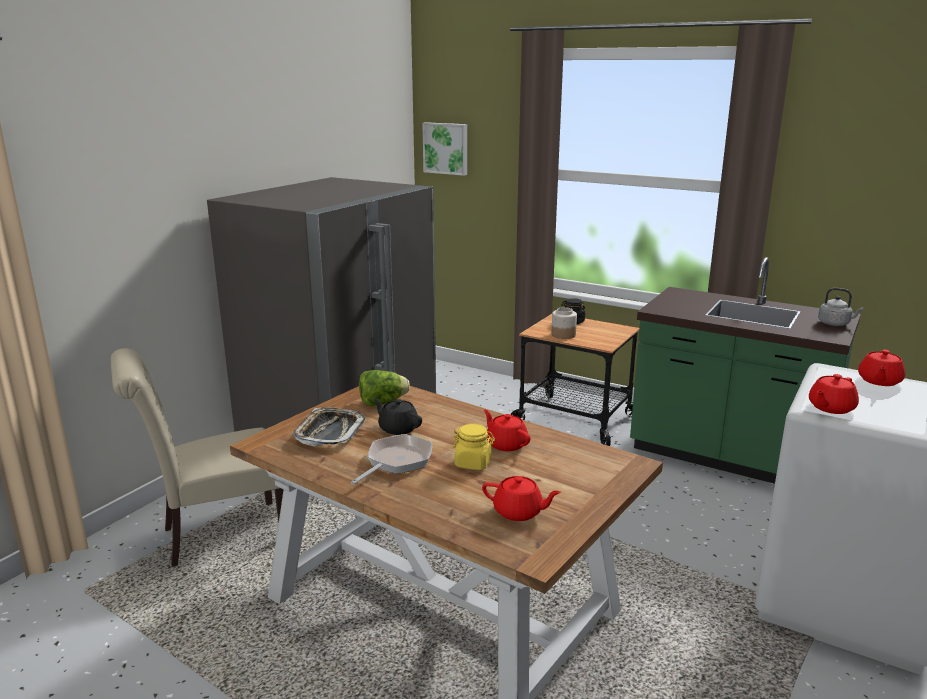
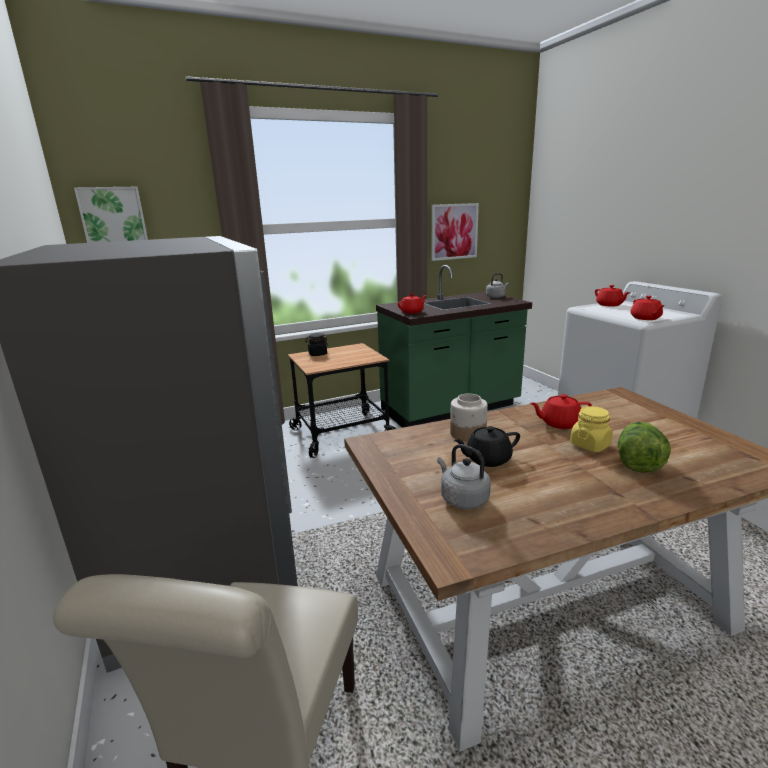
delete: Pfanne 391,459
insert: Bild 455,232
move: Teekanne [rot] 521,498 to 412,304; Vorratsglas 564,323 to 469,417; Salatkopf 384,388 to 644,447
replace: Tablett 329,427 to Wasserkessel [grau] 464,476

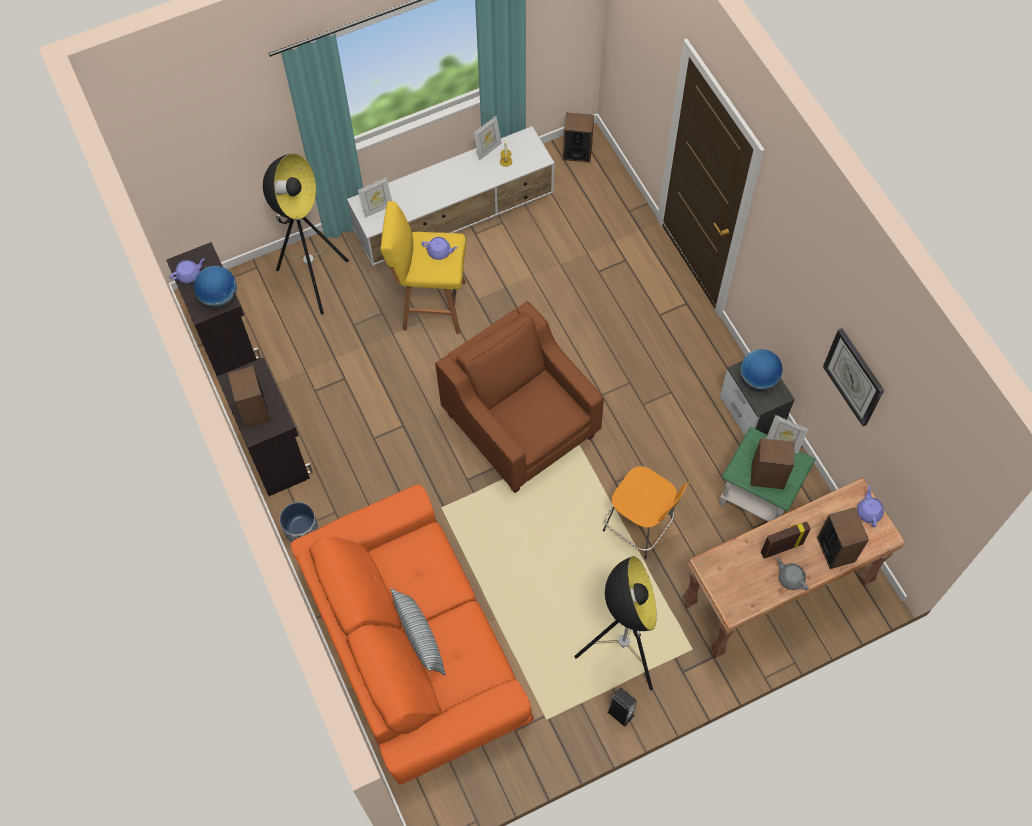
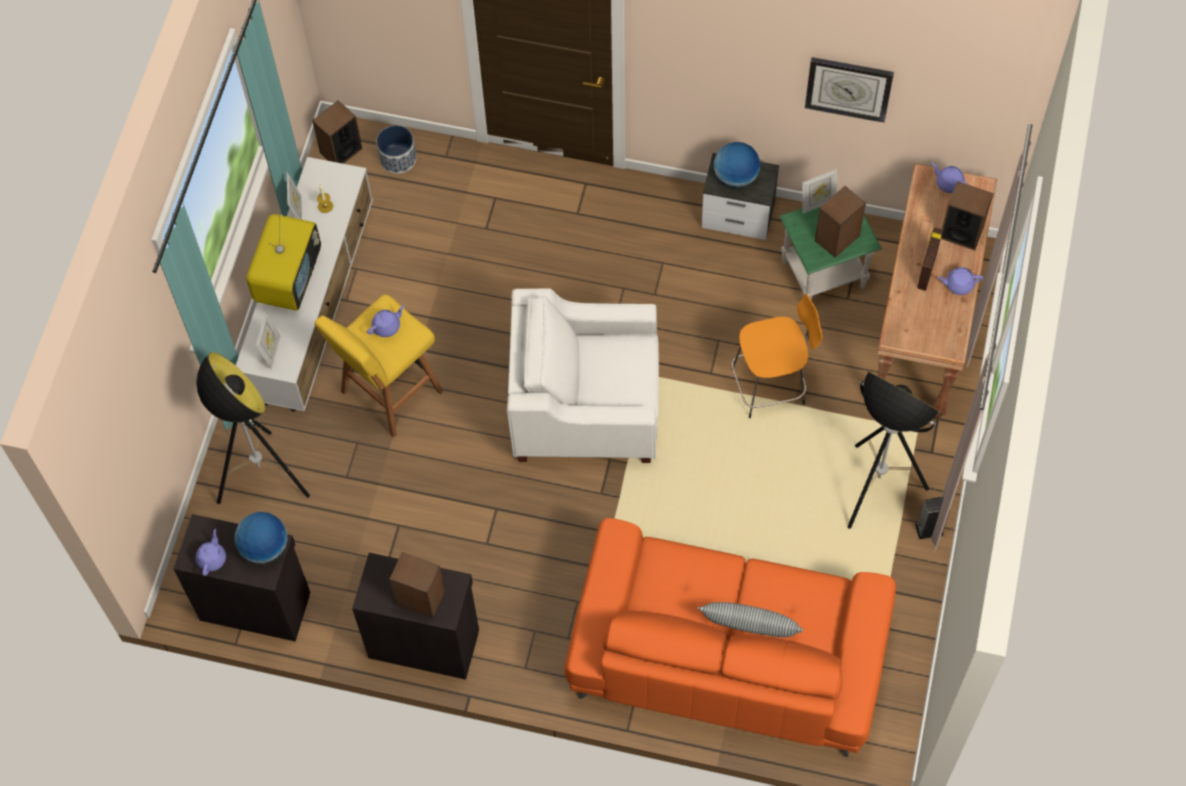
insert: Fernseher 283,262
move: Pflanzkübel 299,522 to 396,149
recolor: Sessel [braun] 519,397 to Sessel [weiß] 583,376; Teekanne [grau] 793,573 to Teekanne [lila] 960,281

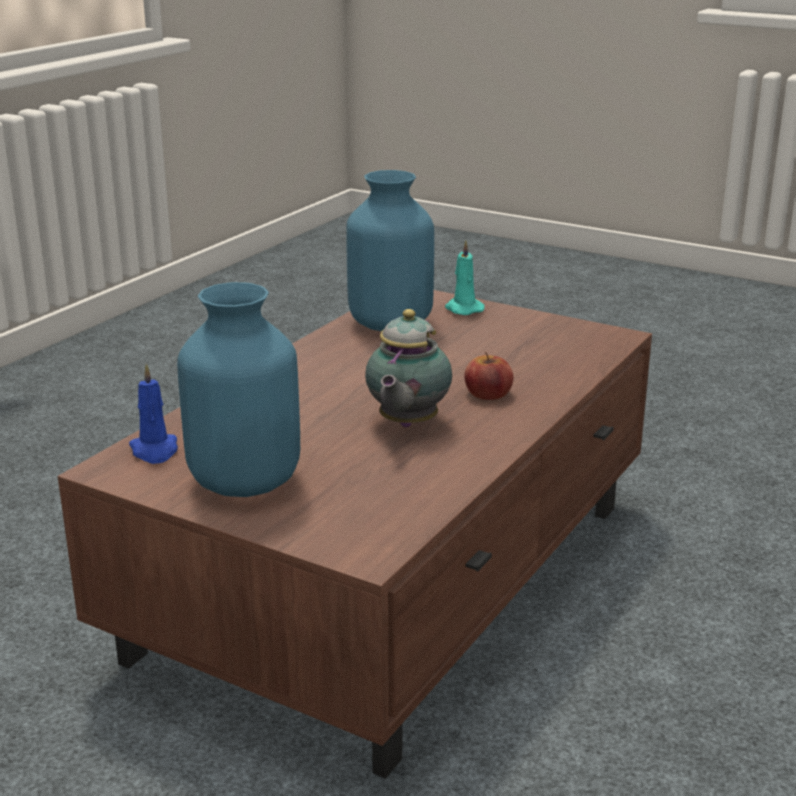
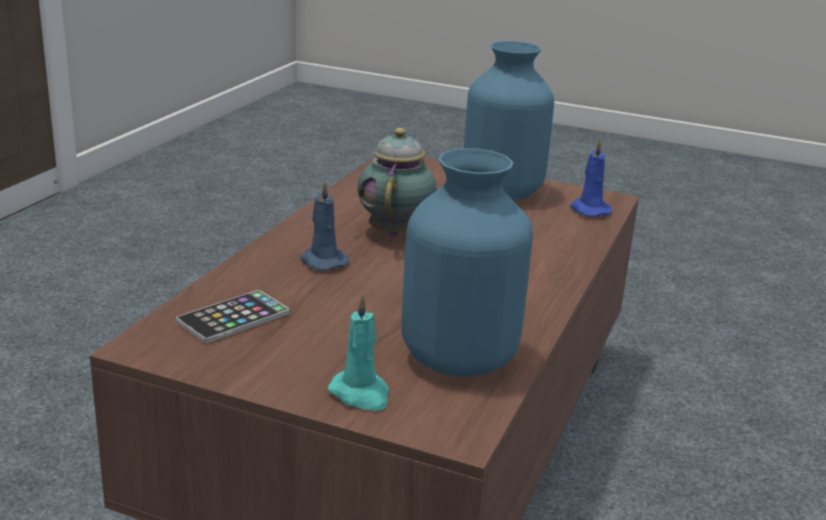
insert: Handy 232,316
replace: Apfel 488,376 to Kerze [blau] 324,226

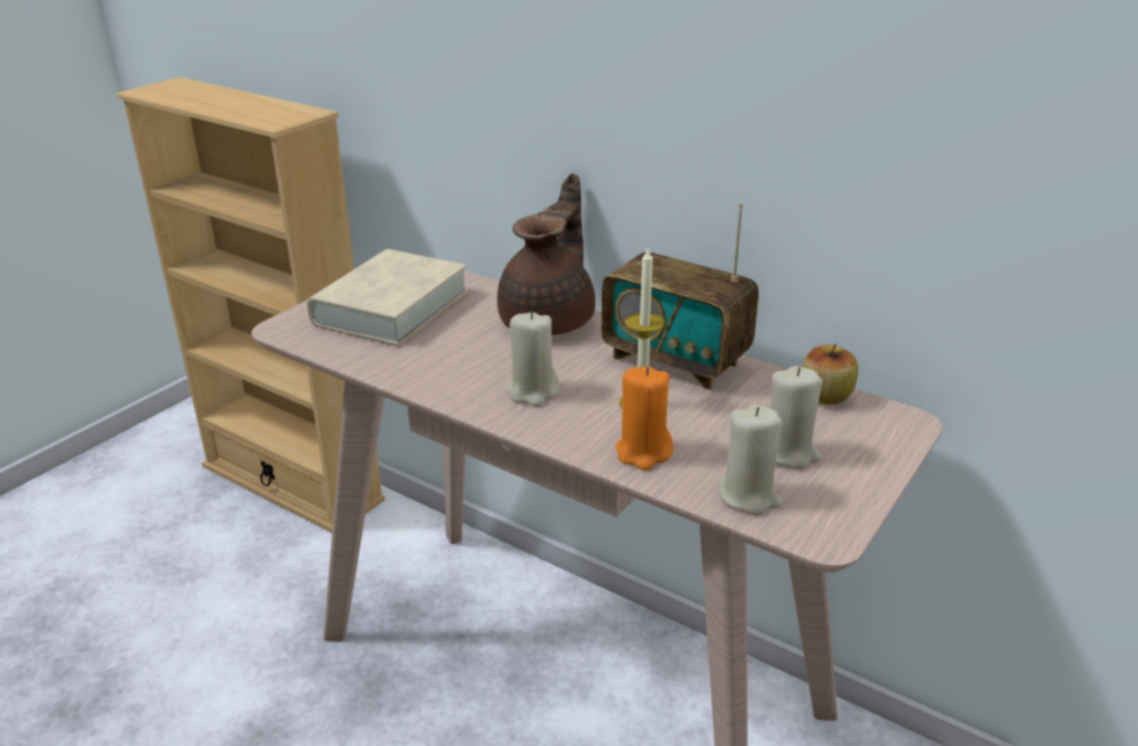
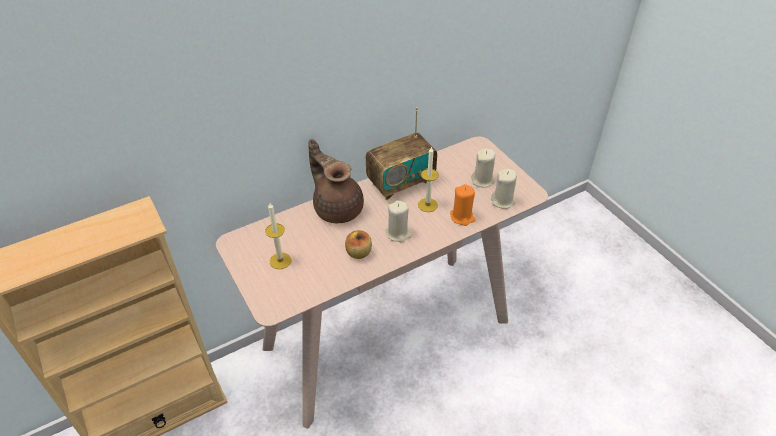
move: Apfel 830,374 to 358,244
replace: Buch [beige] 387,297 to Kerze 278,236

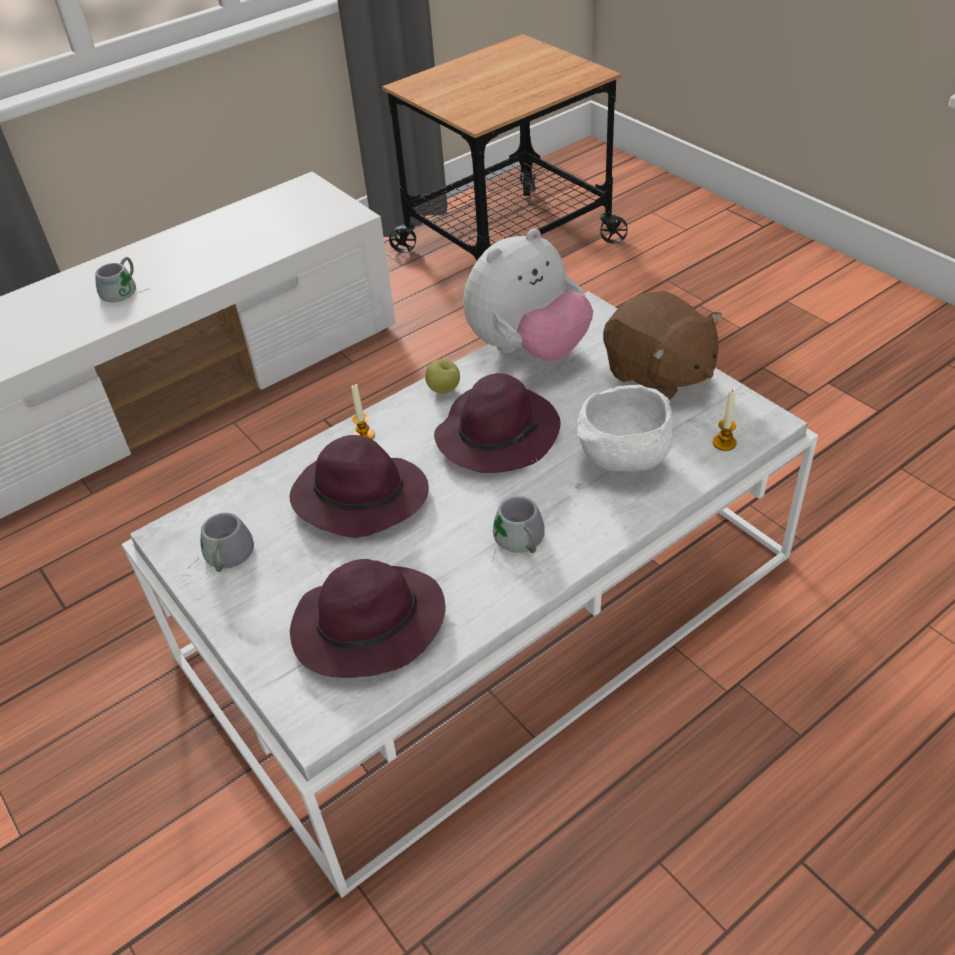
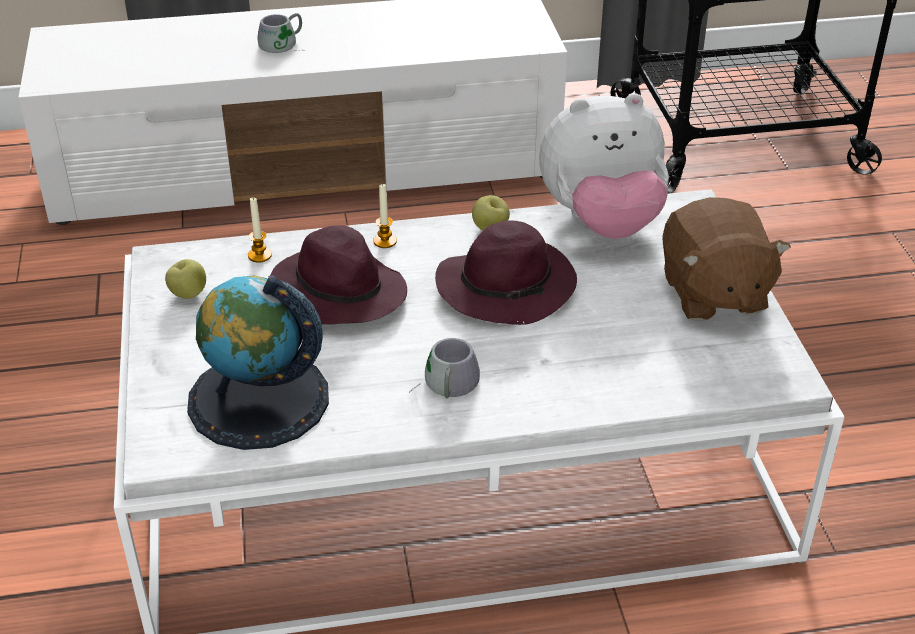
delete: Schüssel [weiß] 625,427
move: Kerze 725,420 to 260,230
replace: Henkelbecher [grau] 221,542 to Apfel 185,279; Hut [lila] 368,618 to Globus 258,362

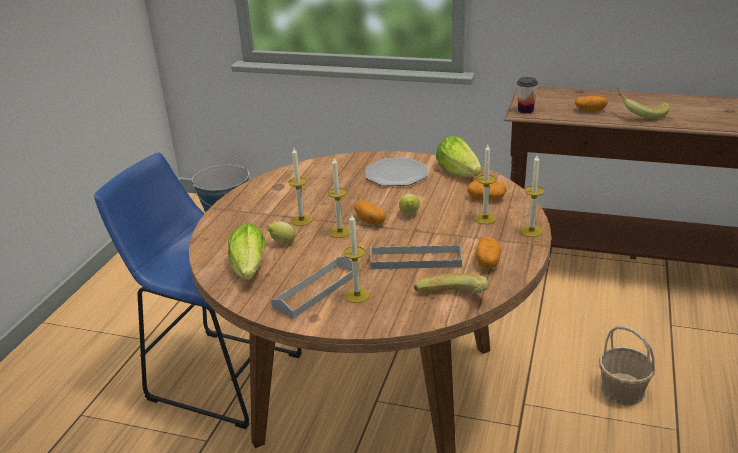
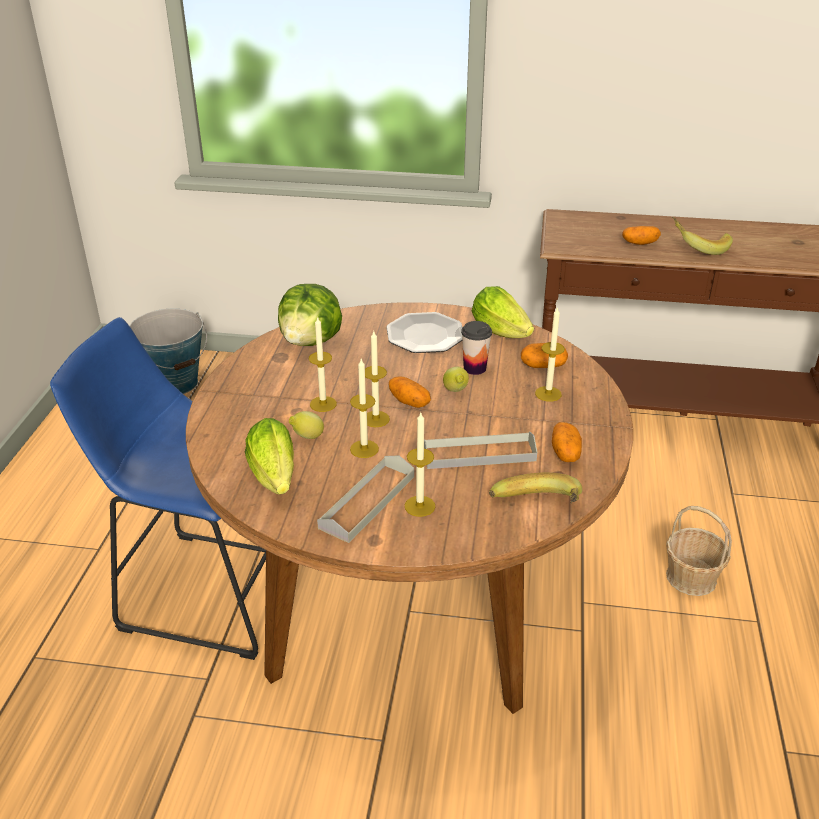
insert: Salatkopf 310,315
move: Kerze 532,196 to 364,408; Tasse 527,95 to 476,348

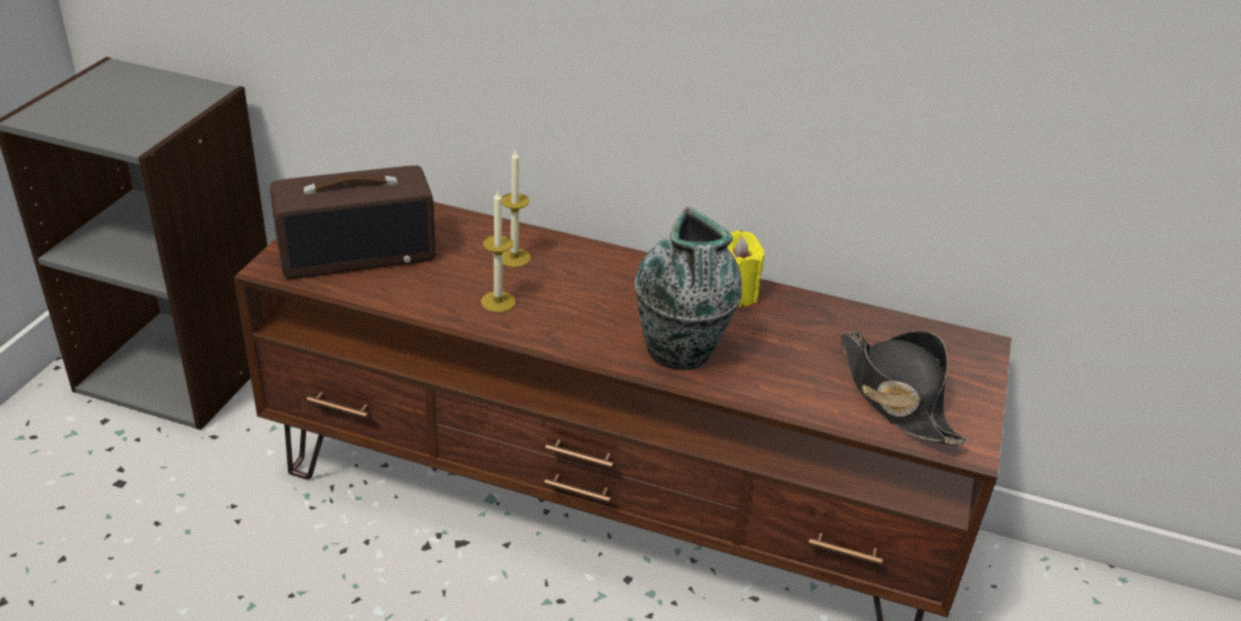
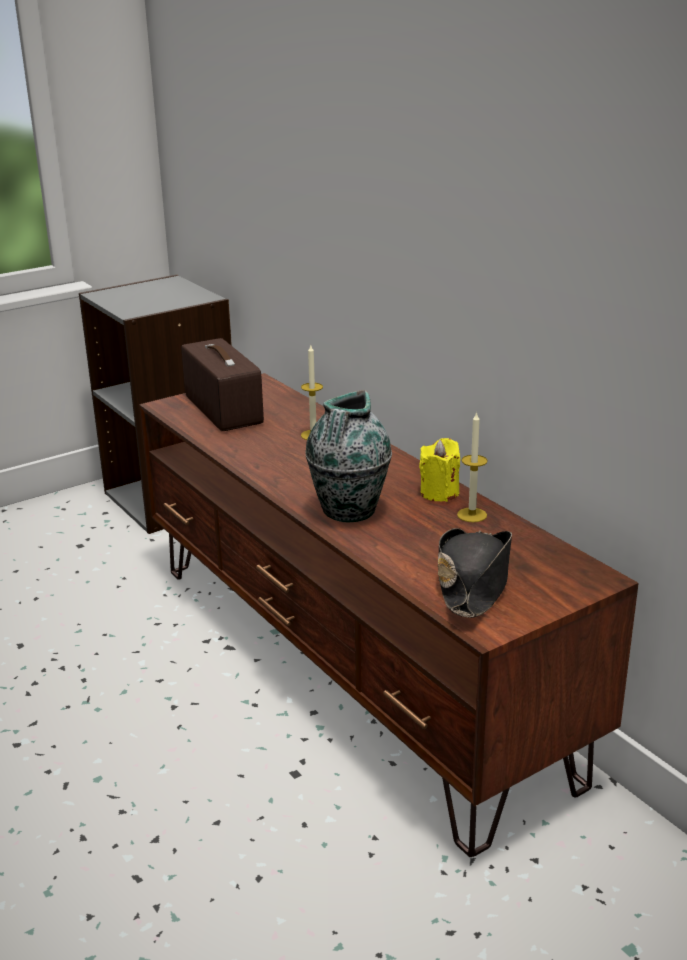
move: Kerze 498,251 to 472,467
rotate: Radio 353,222 = 223,384 135 degrees counterclockwise

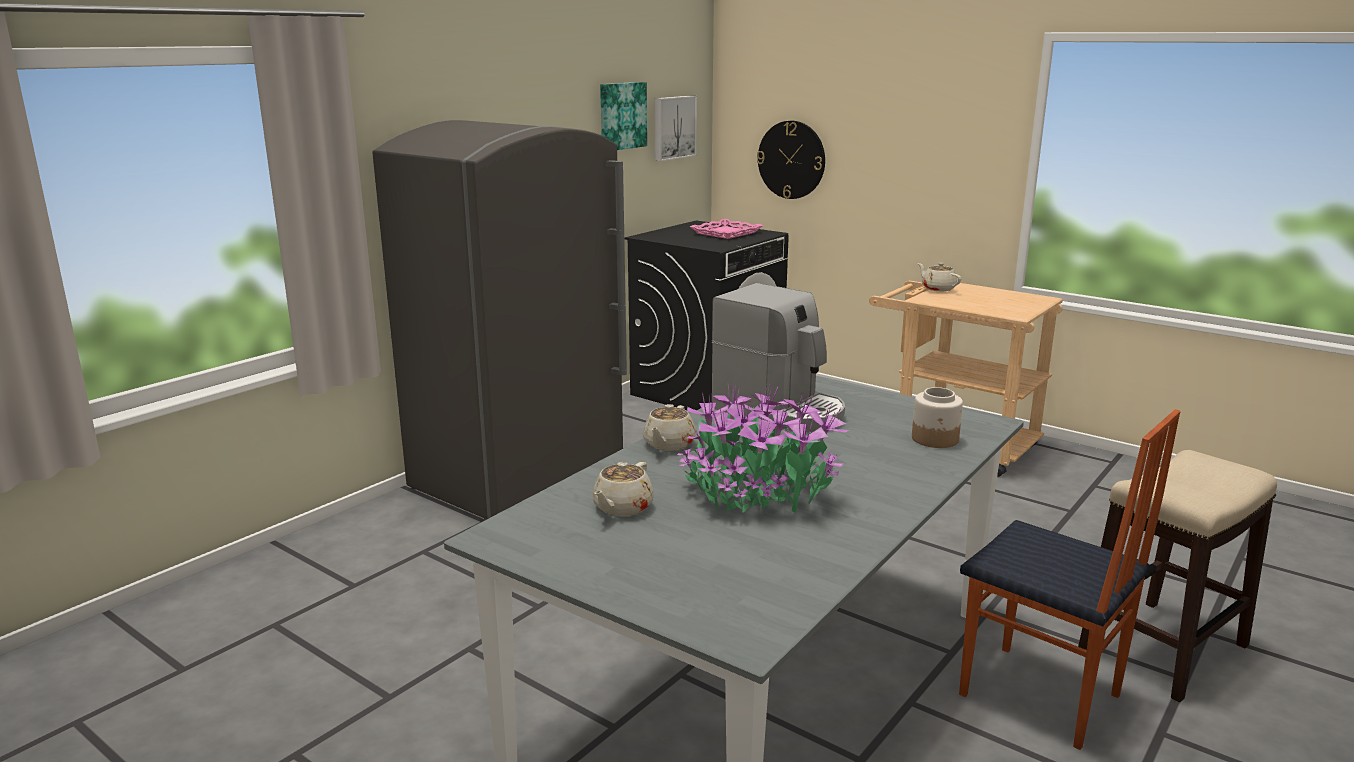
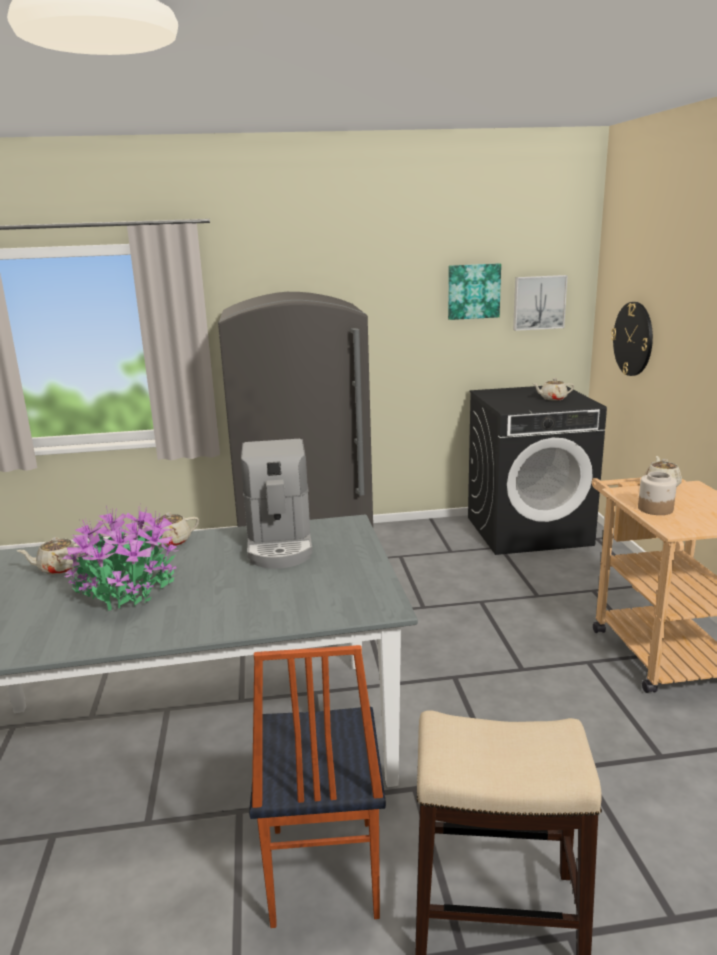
move: Vorratsglas 937,417 to 657,493
replace: Tablett [rosa] 726,229 to Teekanne [beige] 553,389

